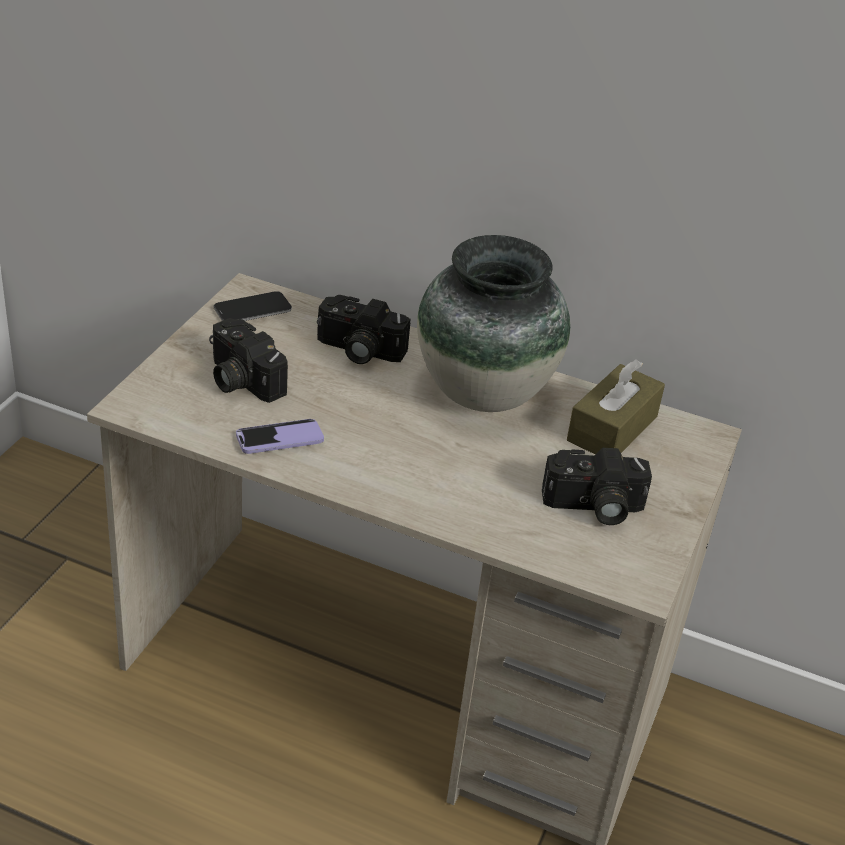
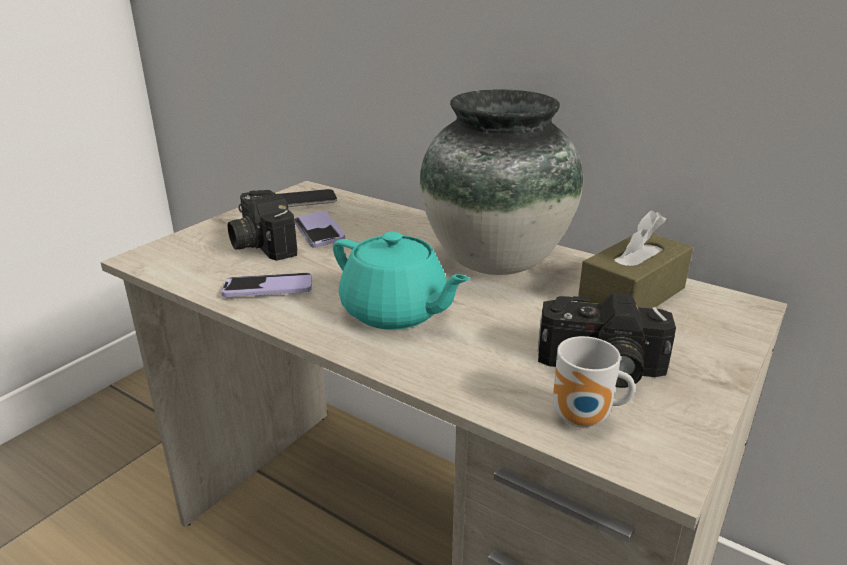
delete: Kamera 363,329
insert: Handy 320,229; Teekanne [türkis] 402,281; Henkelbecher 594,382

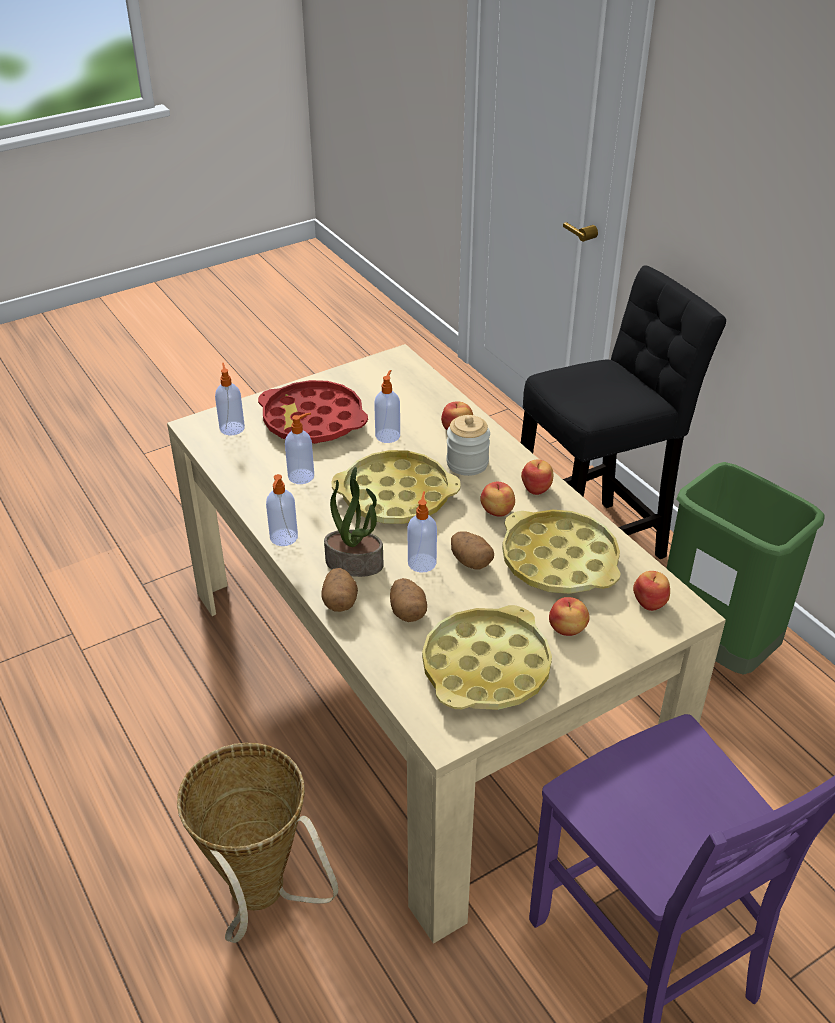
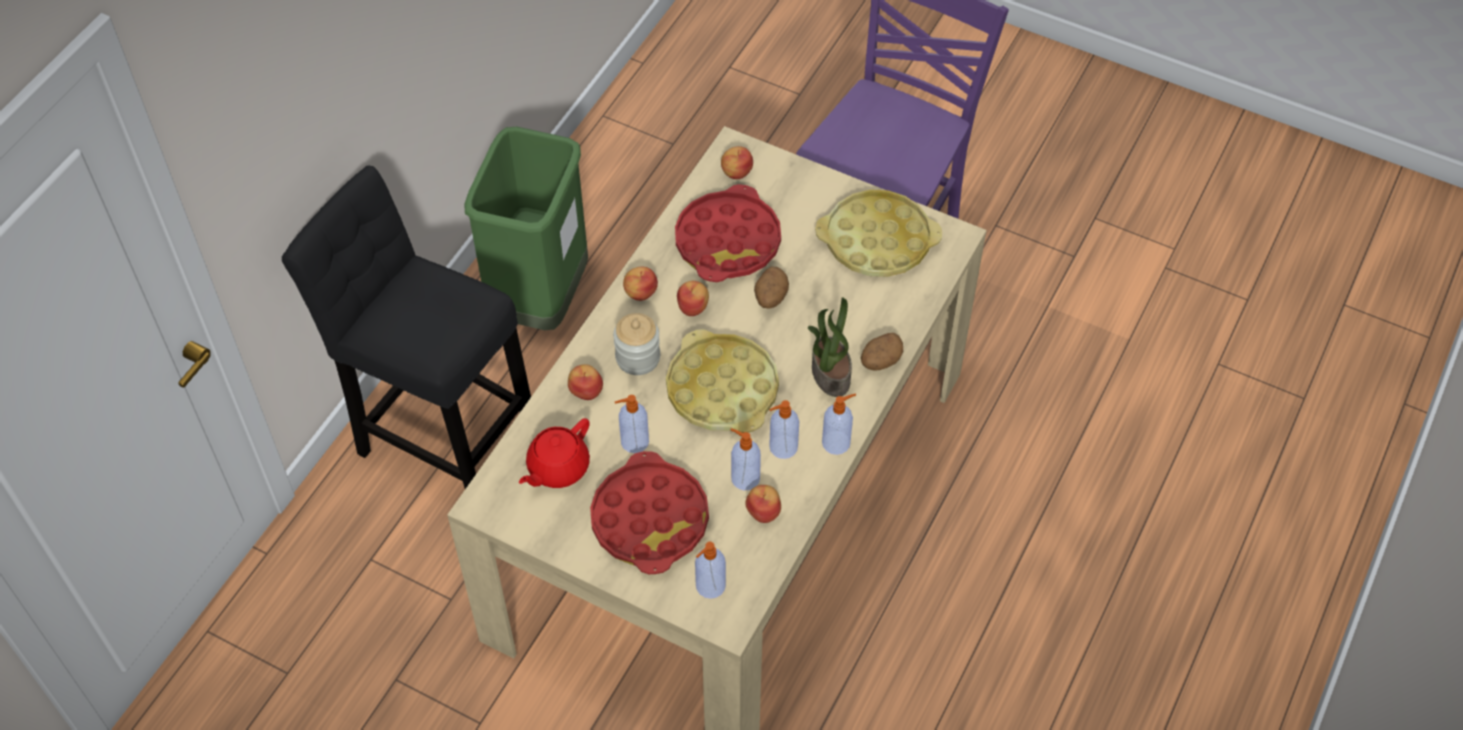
delete: Korb 257,843; Kartoffel 408,600
insert: Teekanne [rot] 554,453
move: Apfel 569,616 to 763,504; Seifenspender 422,532 to 784,429
recolor: Tablett [gelb] 561,552 to Tablett [rot] 728,233

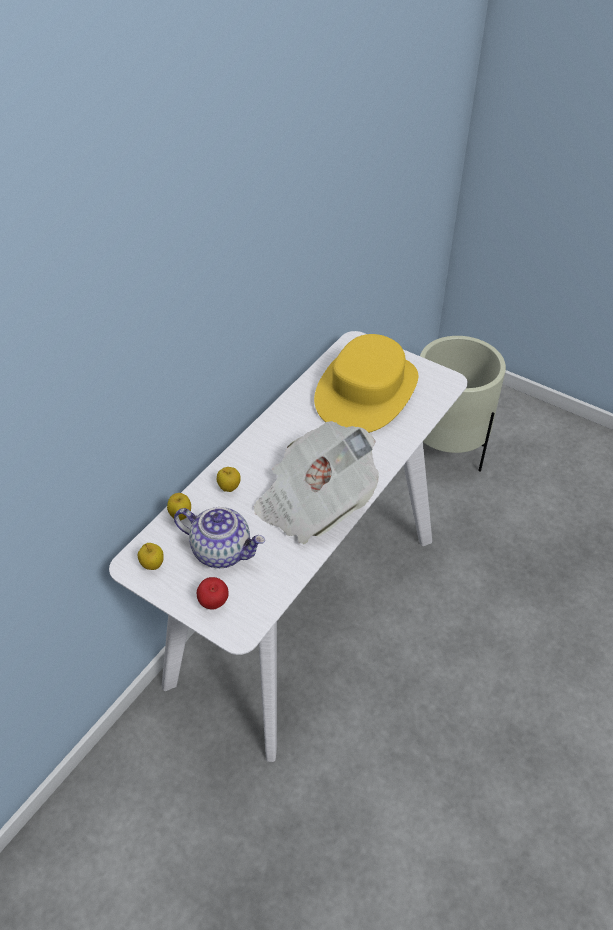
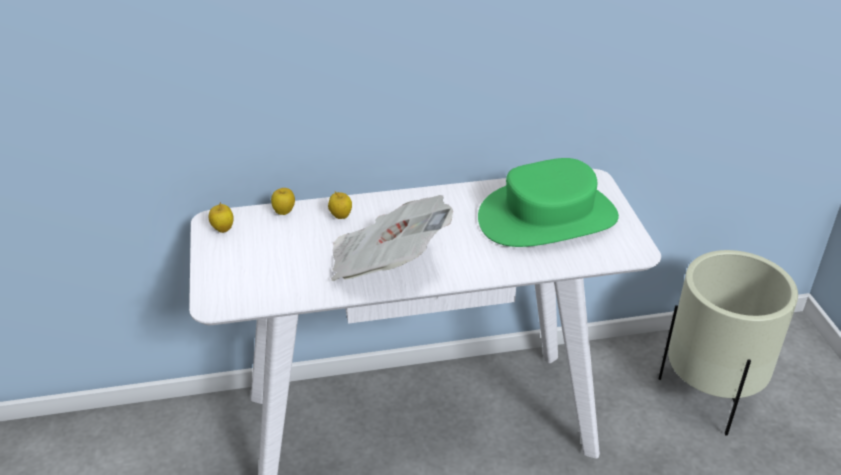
delete: Teekanne 219,537; Apfel 213,593
recolor: Hut [gelb] 366,383 to Hut [grün] 548,202

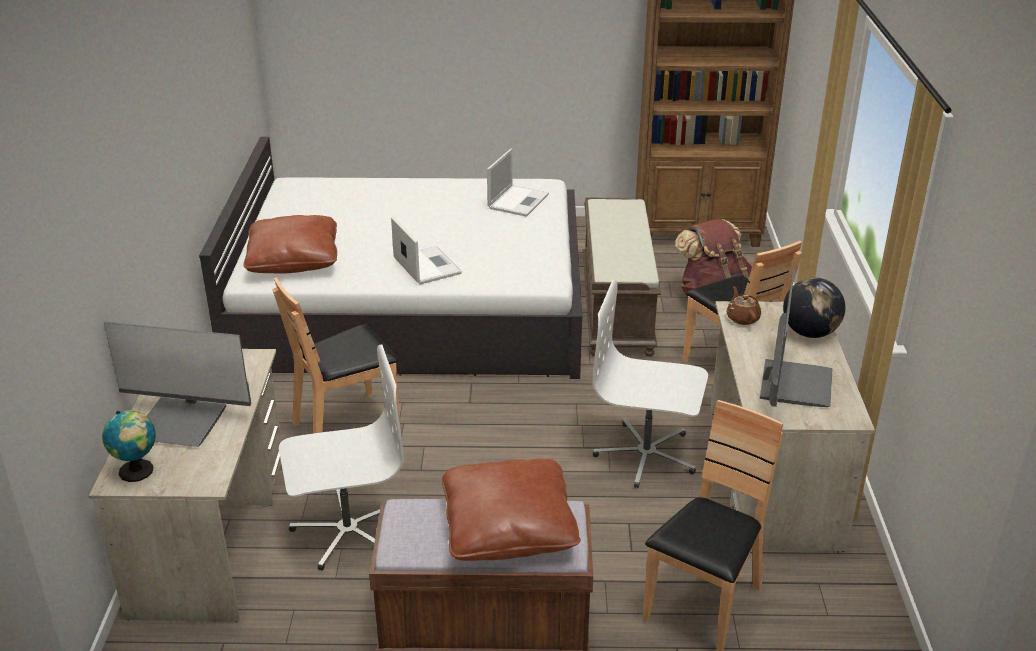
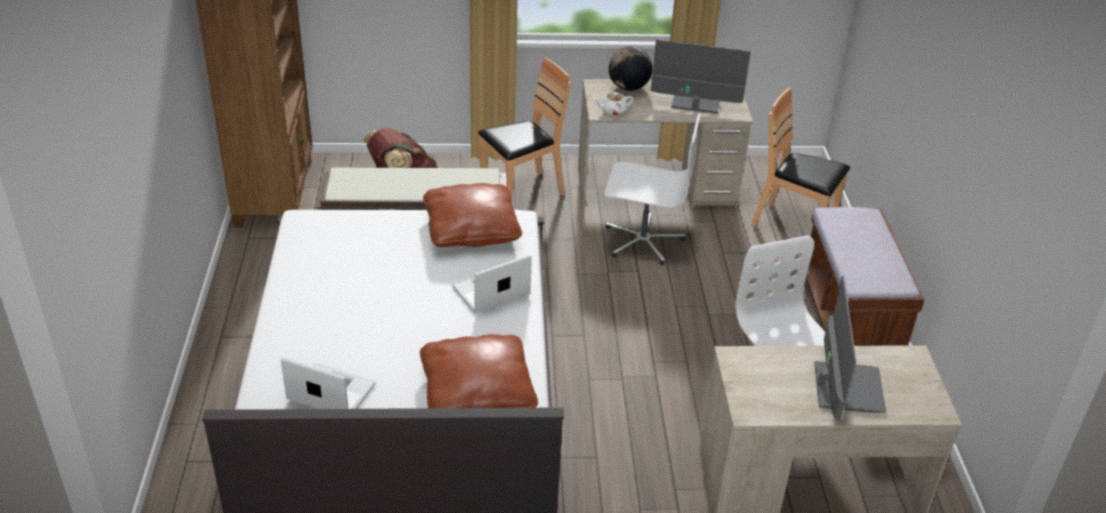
delete: Globus 129,446; Stuhl [braun] 336,355
move: Laptop 518,183 to 328,383; Kissen [braun] 511,510 to 472,215
recolor: Teekanne [braun] 744,305 to Teekanne [weiß] 613,103
rotate: Bürostuhl [weiß] 650,384 = 652,189 90 degrees counterclockwise

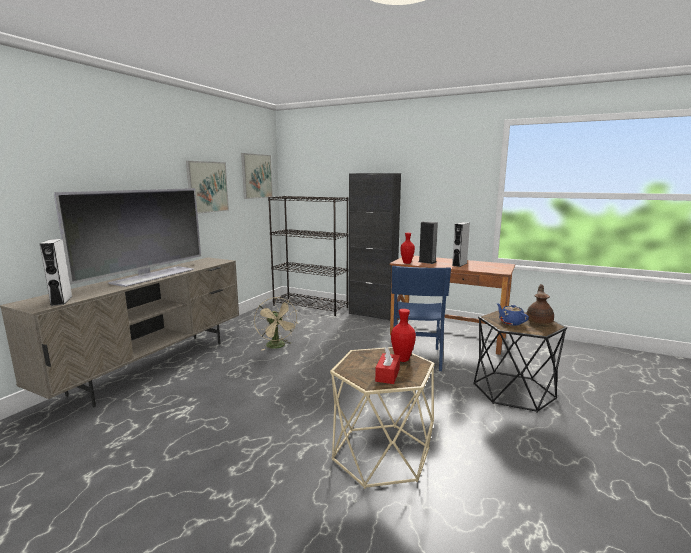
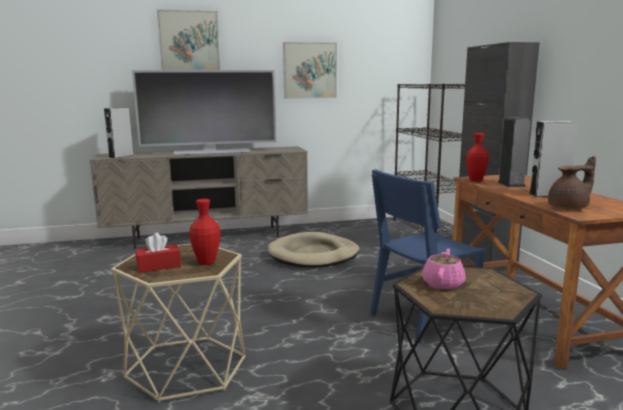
move: Bild 257,176 to 188,40; Teekanne [braun] 540,304 to 572,182
replace: Ventilator [beige] 275,324 to Hundebett [beige] 314,250
recolor: Teekanne [blau] 512,314 to Teekanne [rosa] 444,269

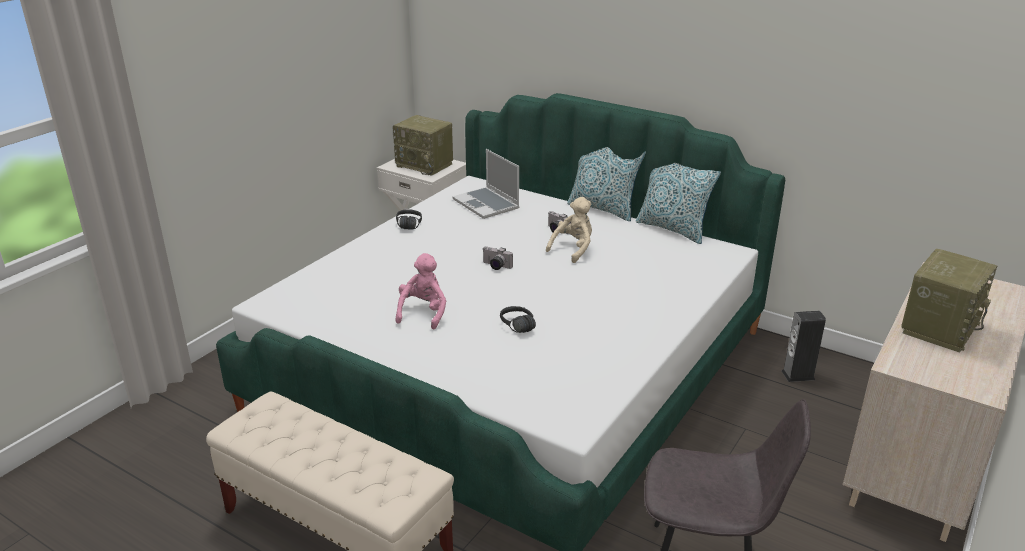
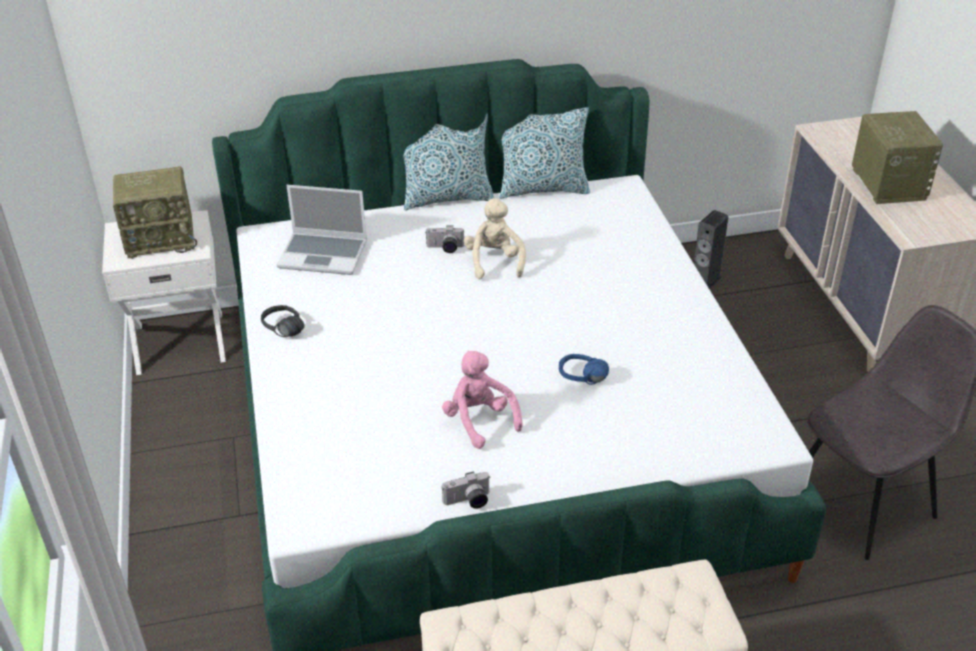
move: Kamera 497,258 to 466,490
recolor: Kopfhörer [schwarz] 518,319 to Kopfhörer [blau] 584,369

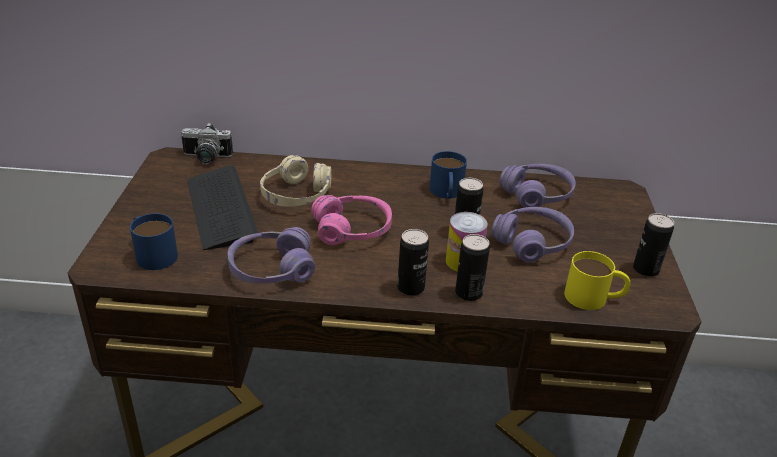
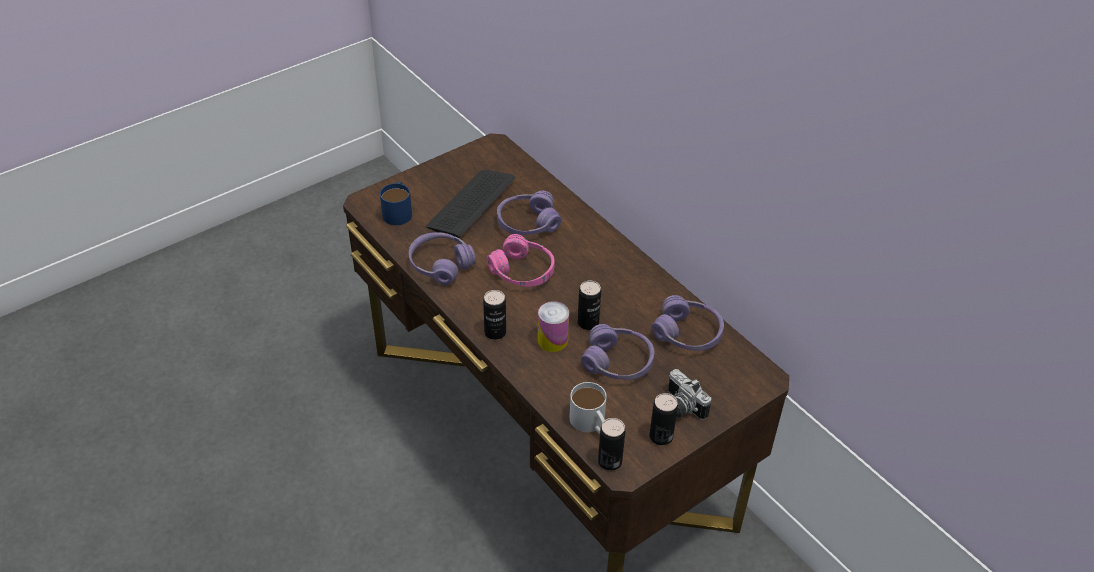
delete: Henkelbecher [blau] 448,175
move: Dose 472,267 to 611,444; Kamera 207,143 to 689,394
recolor: Kopfhörer [beige] 295,181 to Kopfhörer [lila] 529,213; Henkelbecher [gelb] 597,280 to Henkelbecher [weiß] 588,408

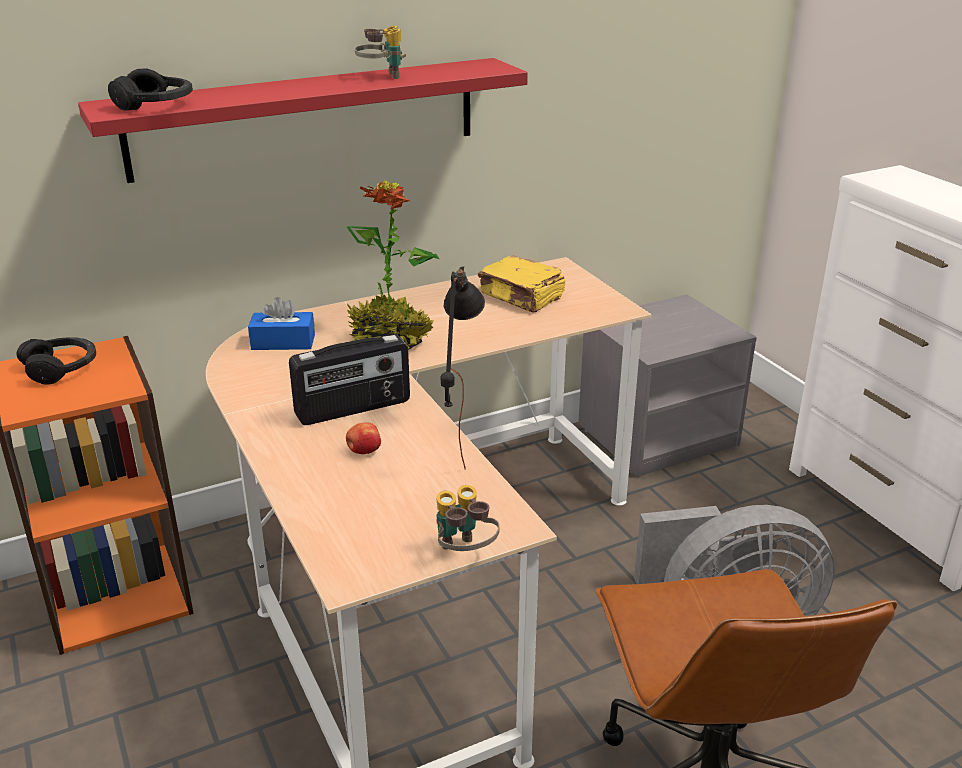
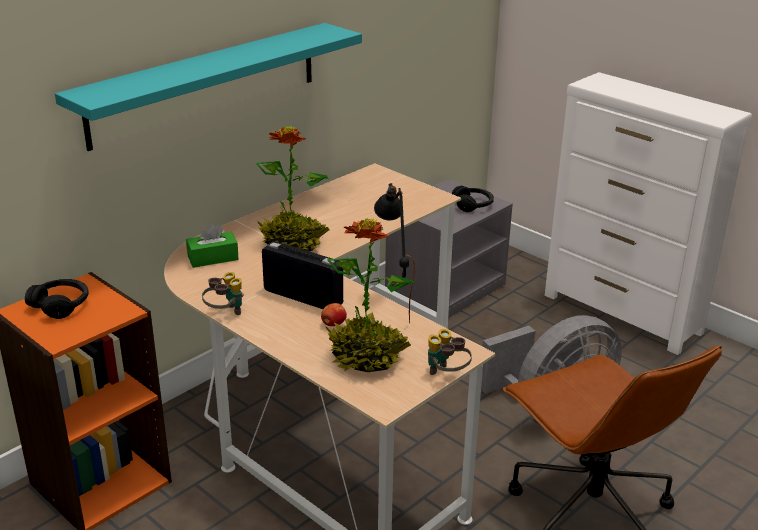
delete: Buch [gelb] 521,283
insert: Topfpflanze 370,295
move: Fernglas 380,52 to 223,293; Kopfhörer [schwarz] 150,89 to 473,199
recolor: Wandregal [rot] 303,120 to Wandregal [türkis] 208,87; Taschentuchbox [blau] 281,323 to Taschentuchbox [grün] 212,246
rotate: Radio 349,379 = 302,275 105 degrees counterclockwise

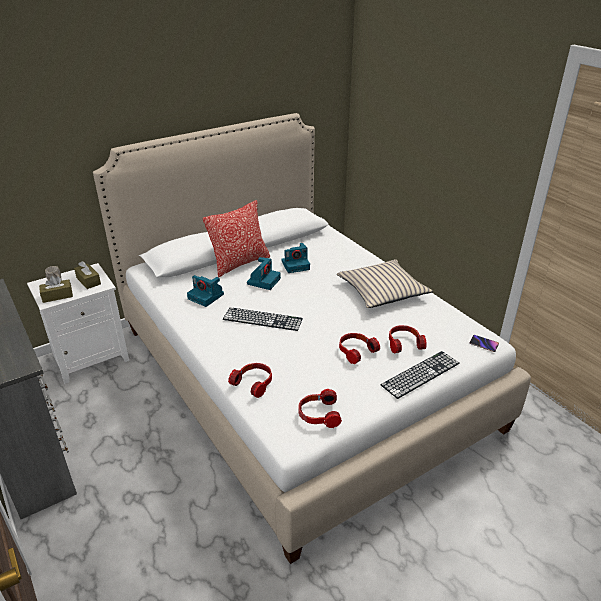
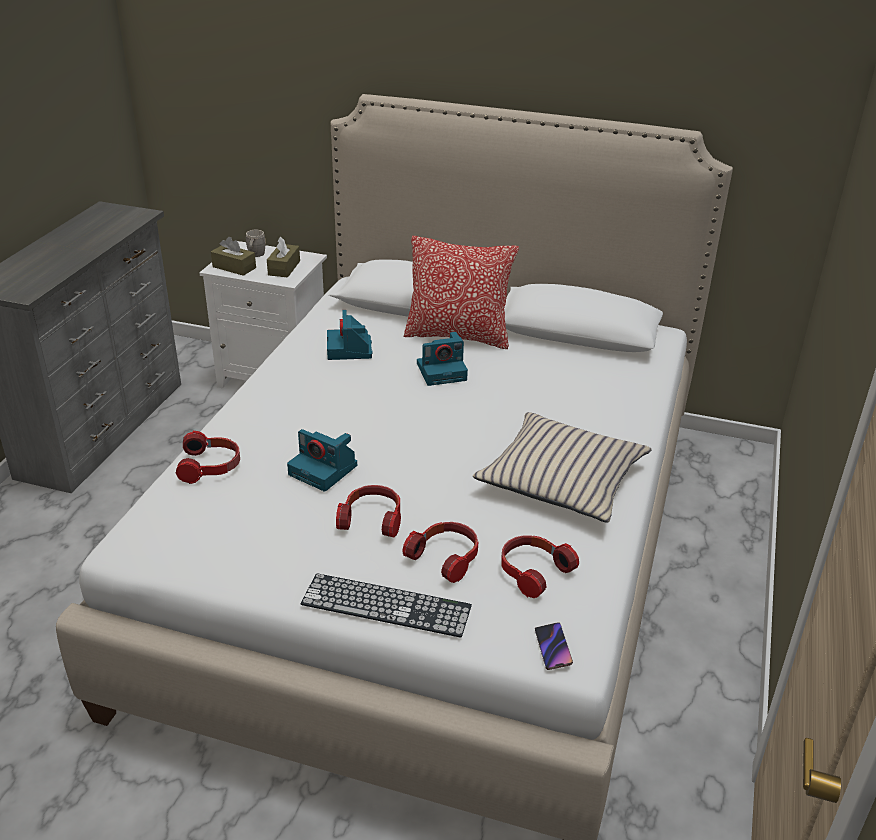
delete: Tastatur 263,319
move: Kamera 295,258 to 322,460; Kopfhörer 320,408 to 540,567

